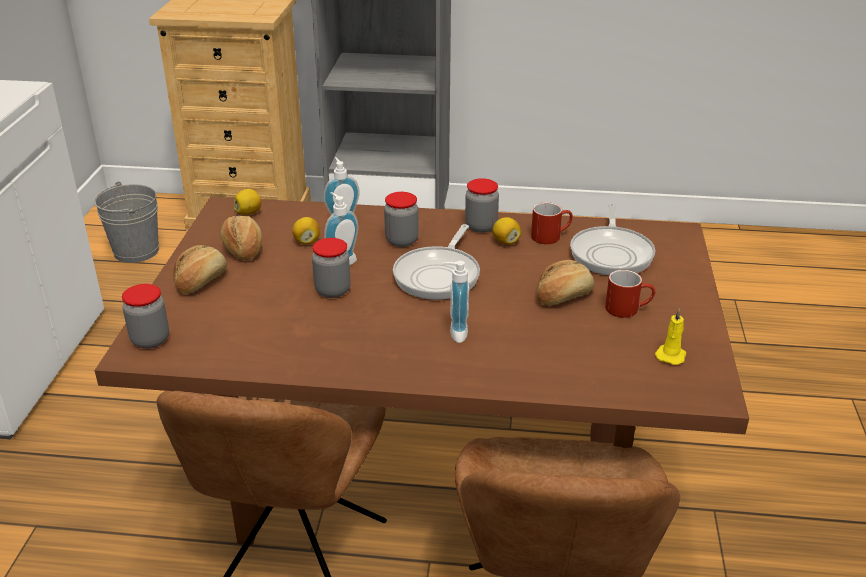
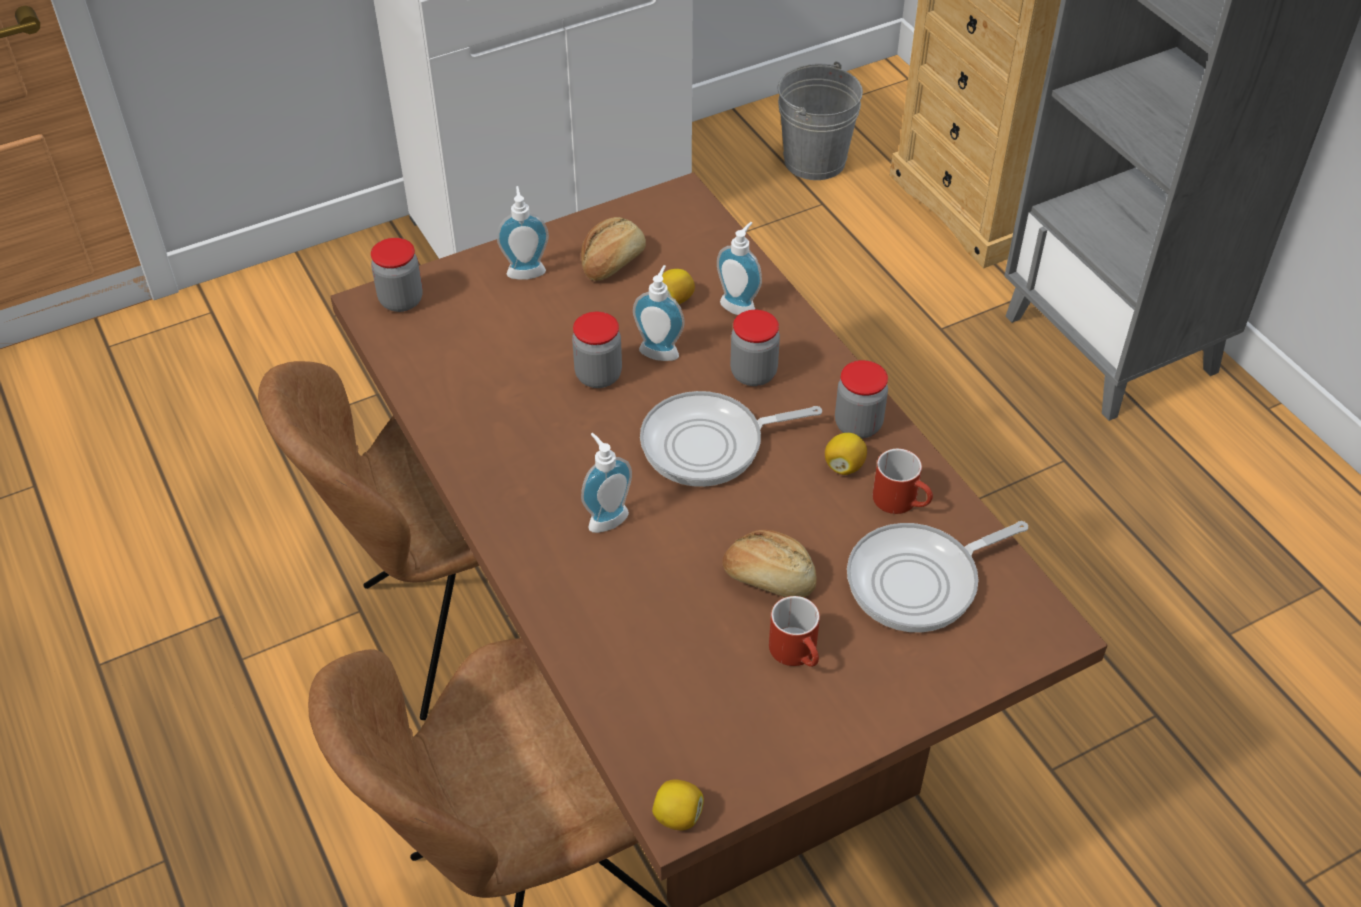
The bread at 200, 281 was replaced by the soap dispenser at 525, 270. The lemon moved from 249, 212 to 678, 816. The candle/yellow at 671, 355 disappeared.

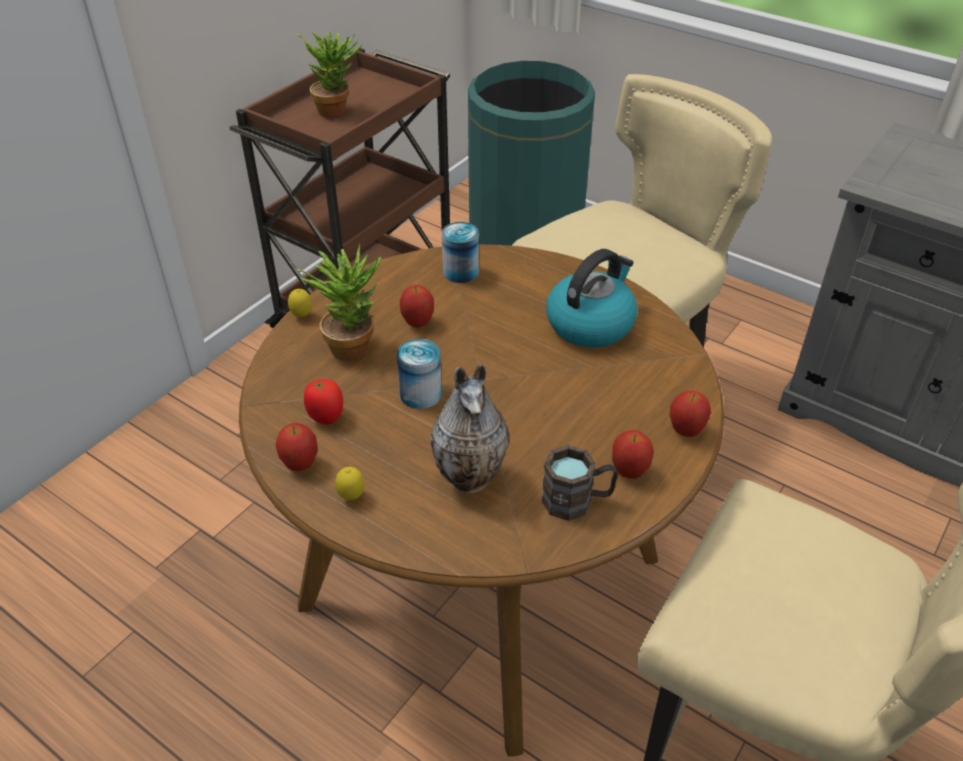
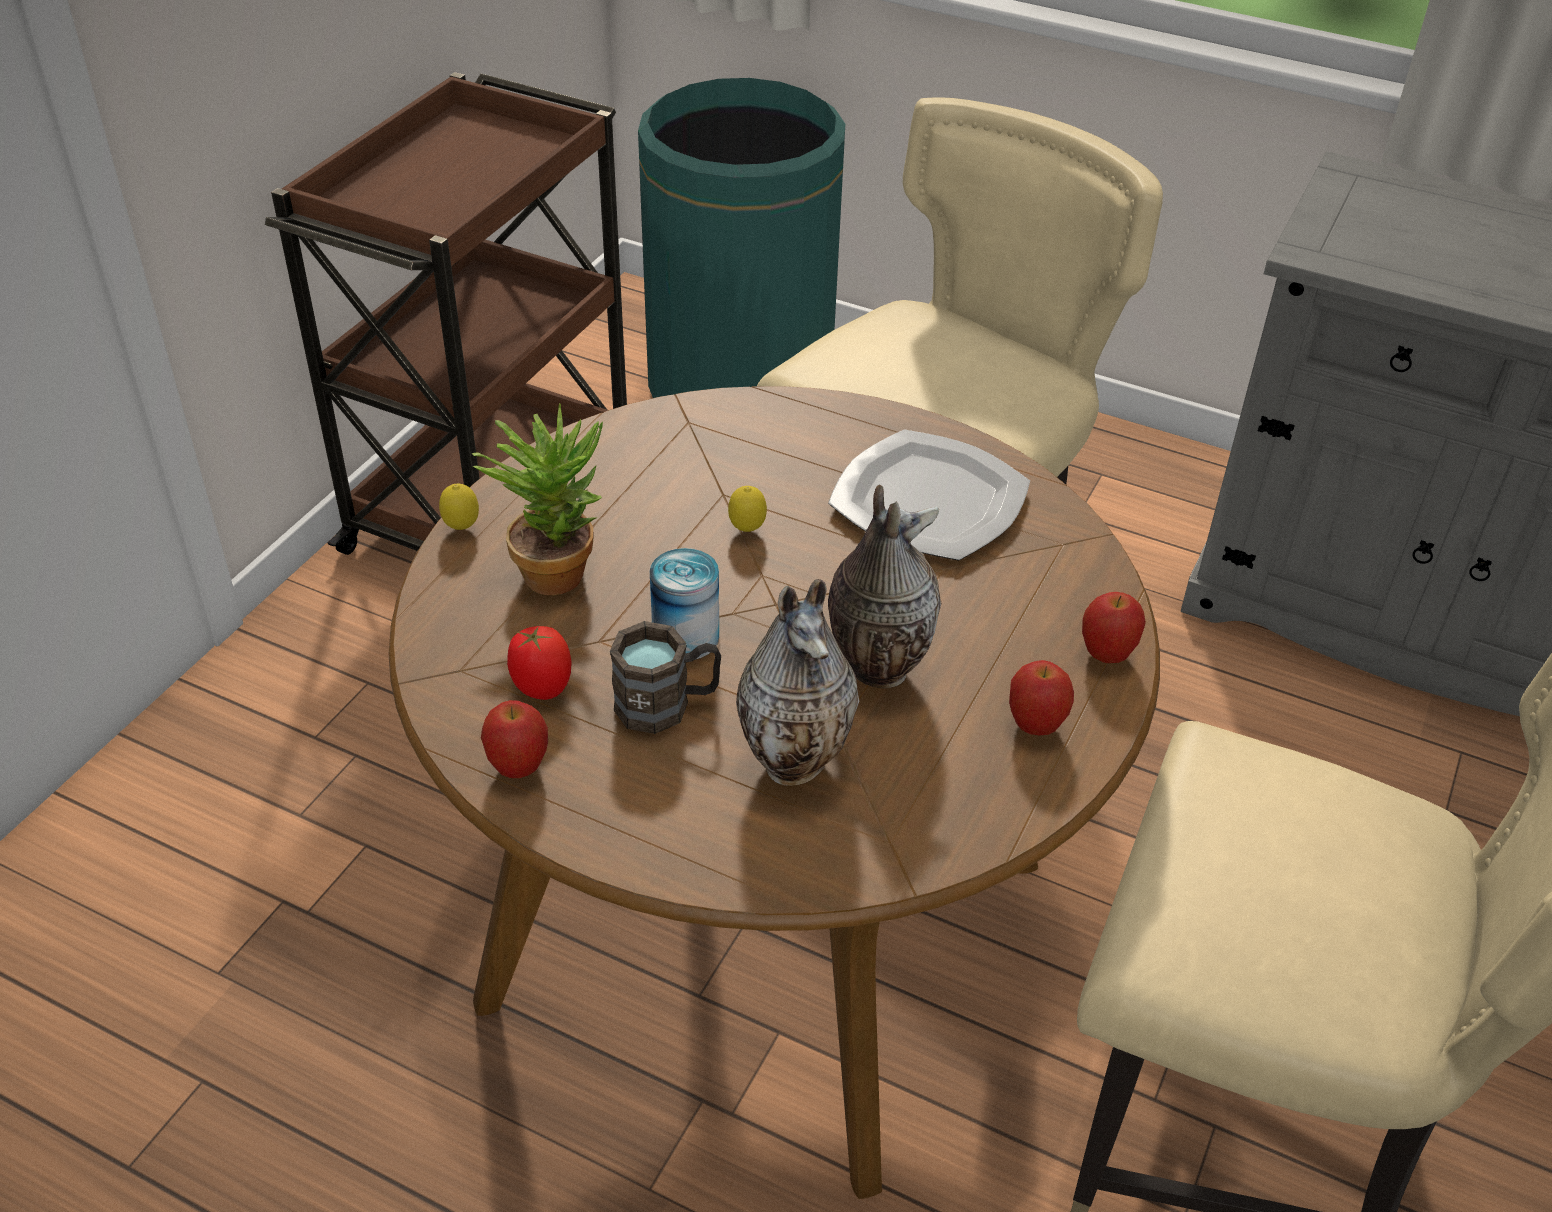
The potted plant at 336, 109 disappeared. The lemon moved from 351, 497 to 747, 530. The apple at 418, 323 disappeared. The can at 460, 272 disappeared. The mug/brown moved from 577, 500 to 667, 704. The kettle at 590, 323 was replaced by the plate at 927, 501. The vase at 874, 667 appeared.

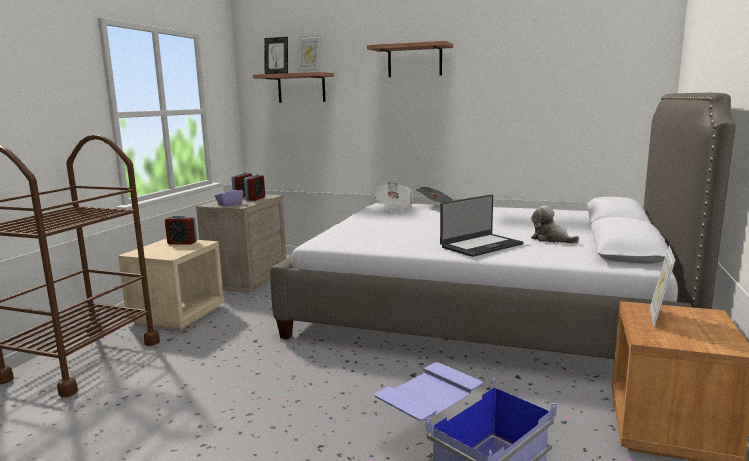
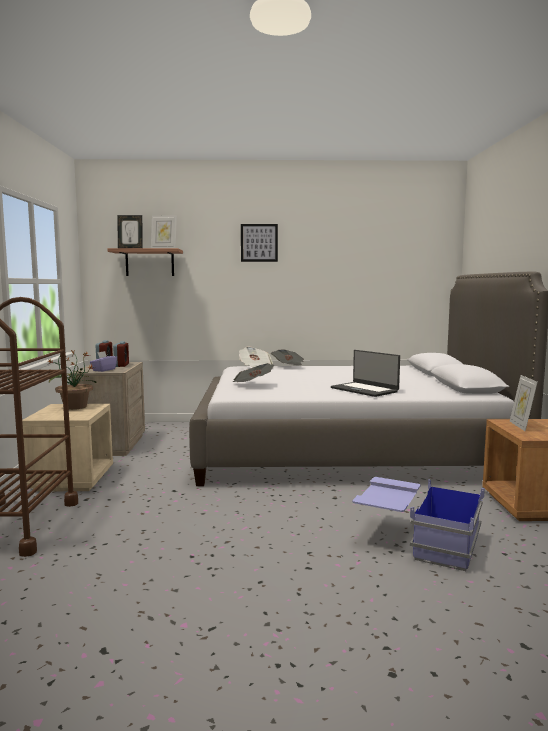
The alarm clock at 182, 243 was replaced by the potted plant at 74, 407. The shelf at 414, 61 was replaced by the picture at 259, 243. The laptop at 480, 245 turned 105 degrees clockwise. The plush toy at 551, 239 disappeared. The newspaper at 253, 384 appeared.

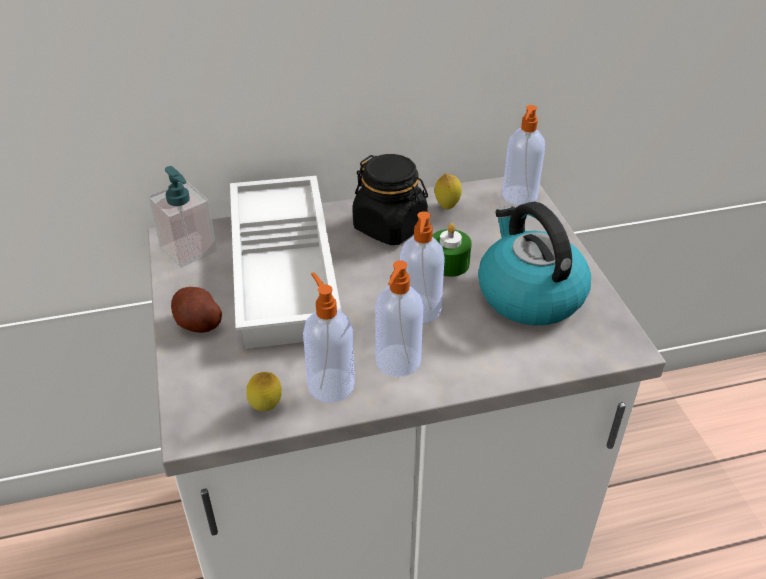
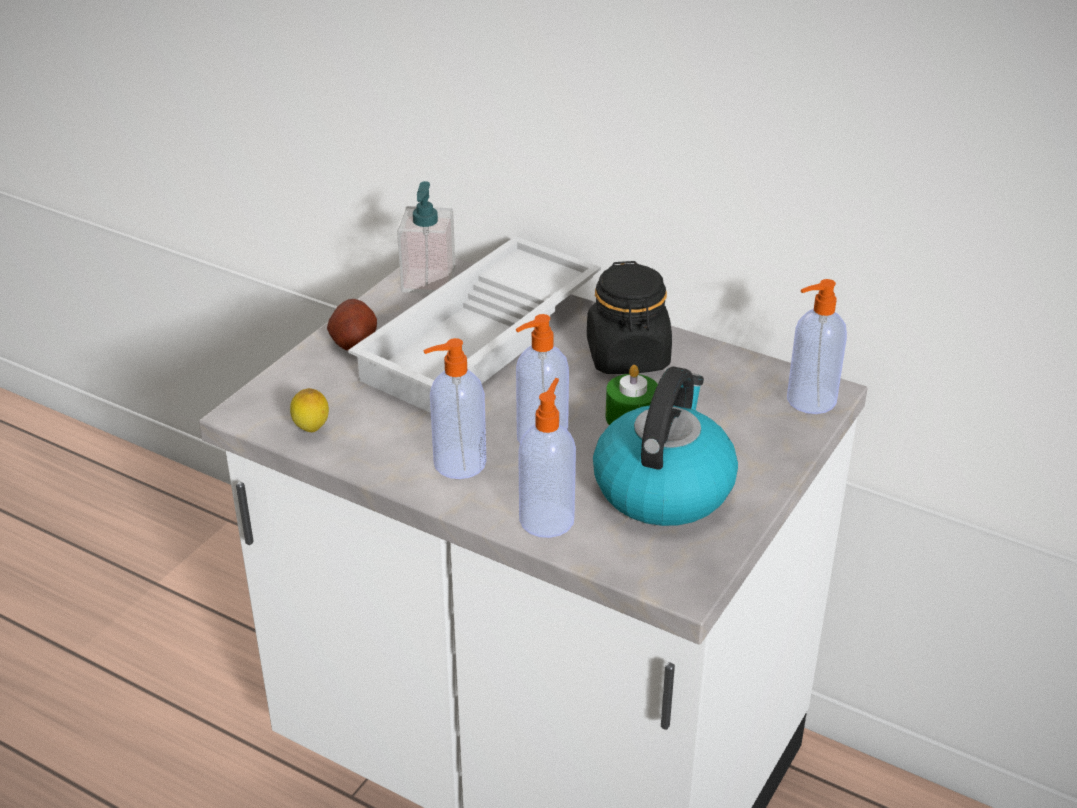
The soap dispenser moved from 330, 384 to 547, 518. The lemon at 447, 206 disappeared.

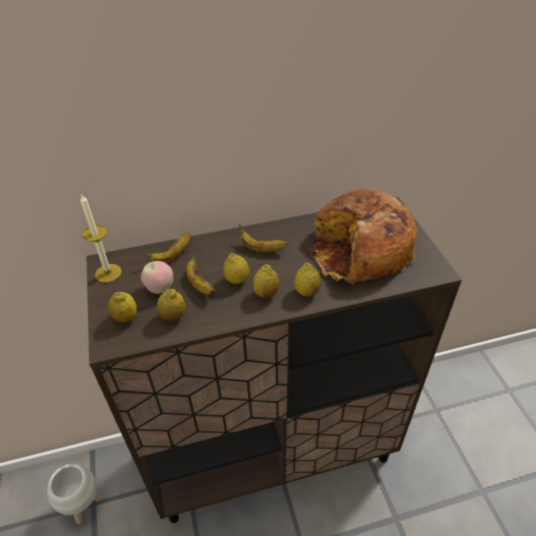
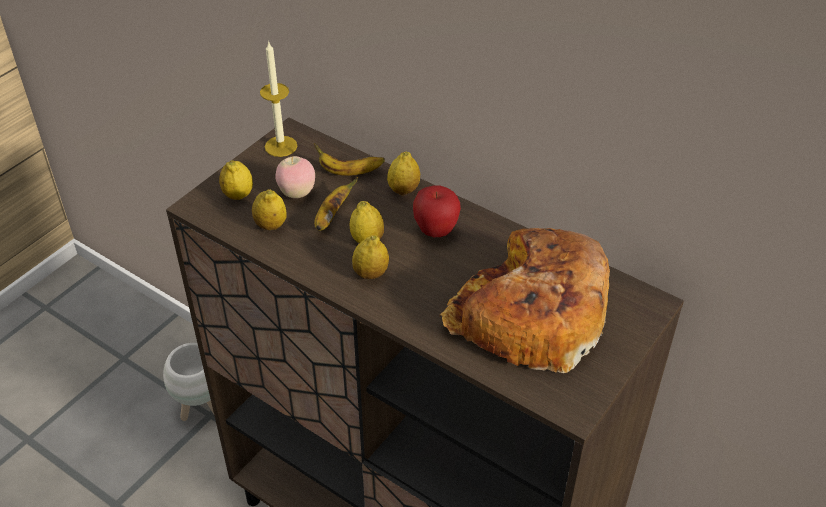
The banana at 261, 249 was replaced by the apple at 436, 231. The lemon moved from 306, 292 to 404, 190.

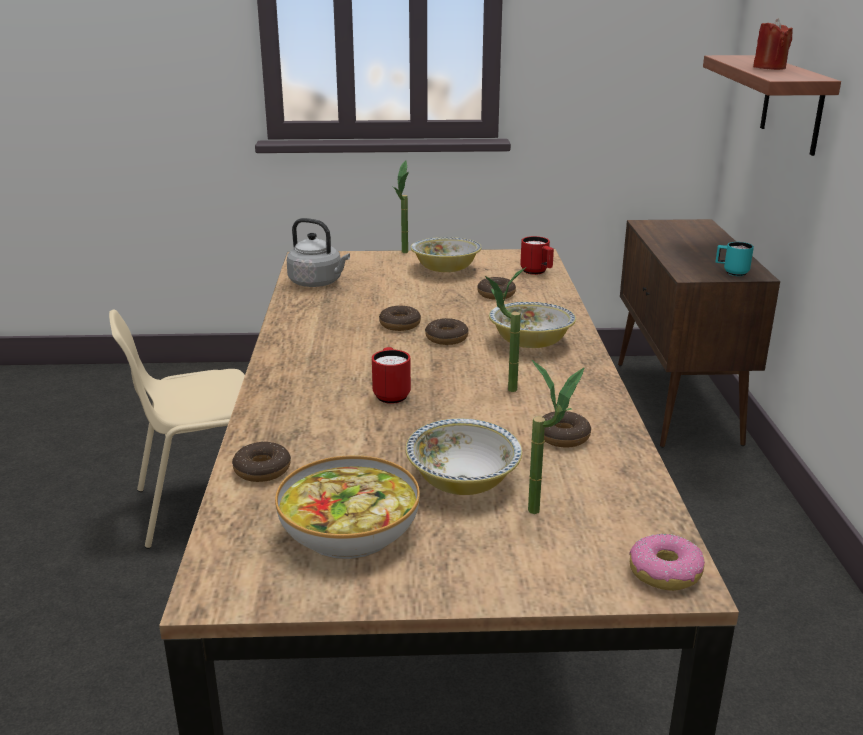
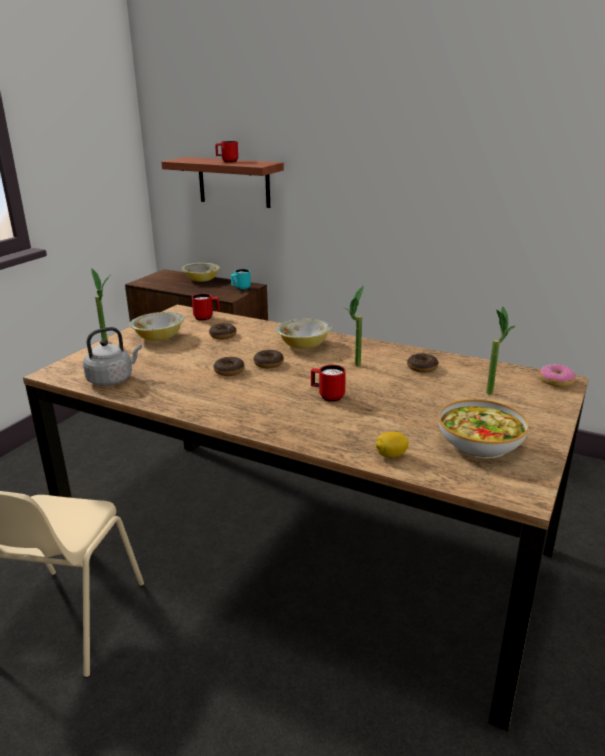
The donut at 262, 470 was replaced by the lemon at 390, 455. The bowl moved from 463, 481 to 202, 280. The candle/red at 769, 67 was replaced by the mug/red at 227, 161.

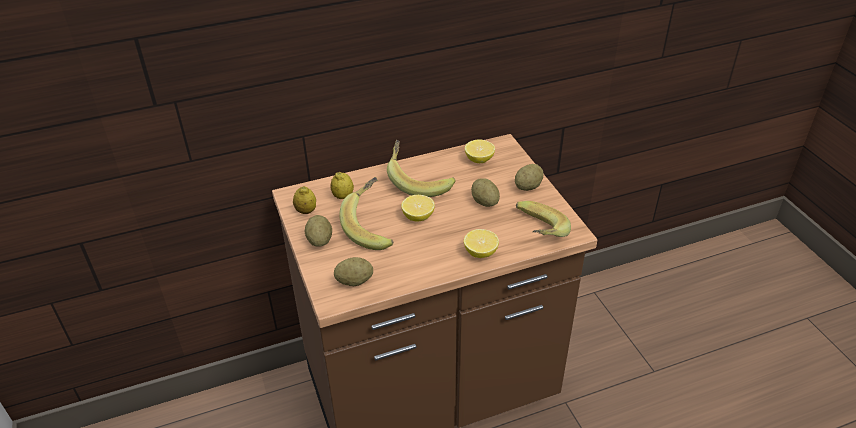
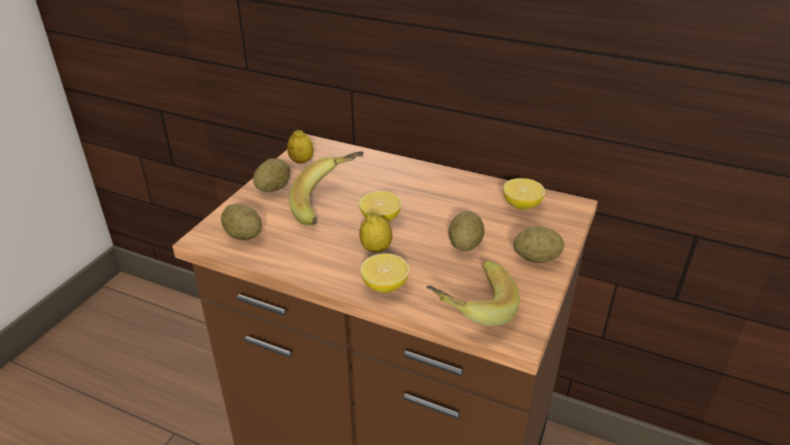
The lemon moved from 343, 196 to 376, 249. The banana at 419, 181 disappeared.

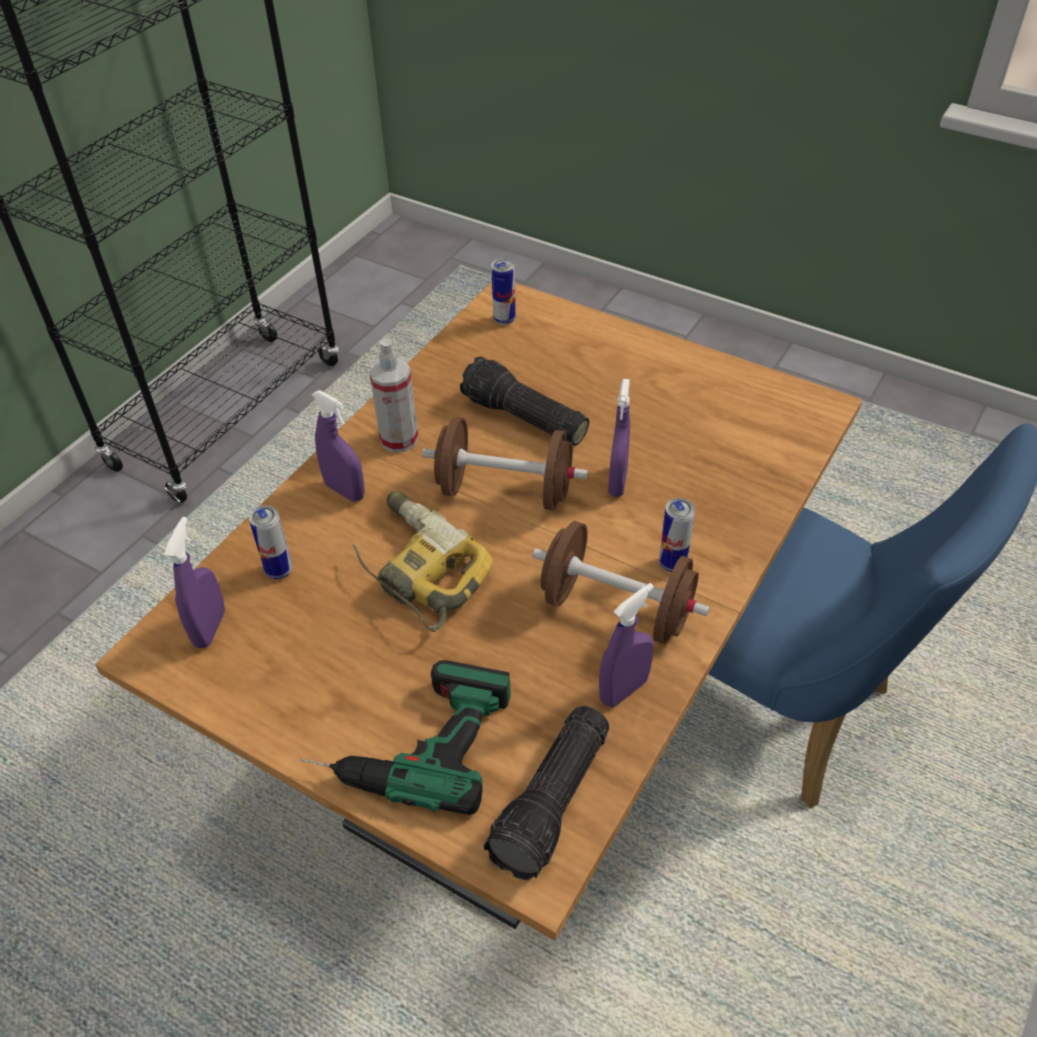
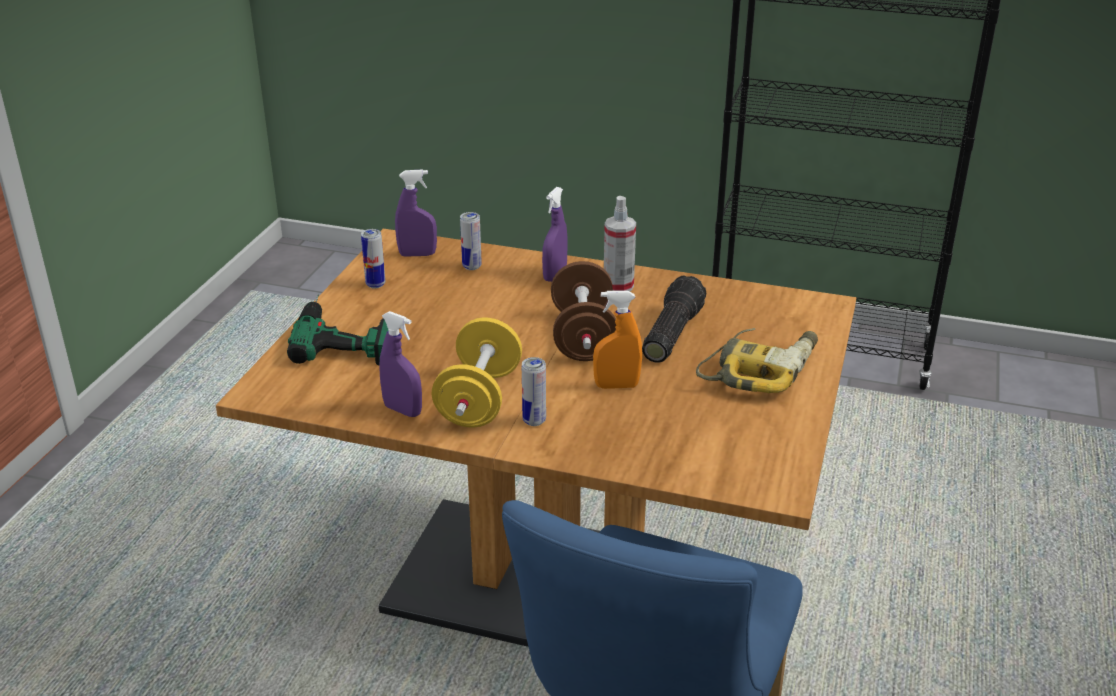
The power drill moved from 416, 569 to 759, 369. The flashlight at 554, 803 disappeared. The can moved from 504, 319 to 375, 284. The dumbbell/brown at 616, 608 became the dumbbell/yellow at 479, 399. The spray bottle/purple at 617, 482 became the spray bottle/orange at 616, 386.

